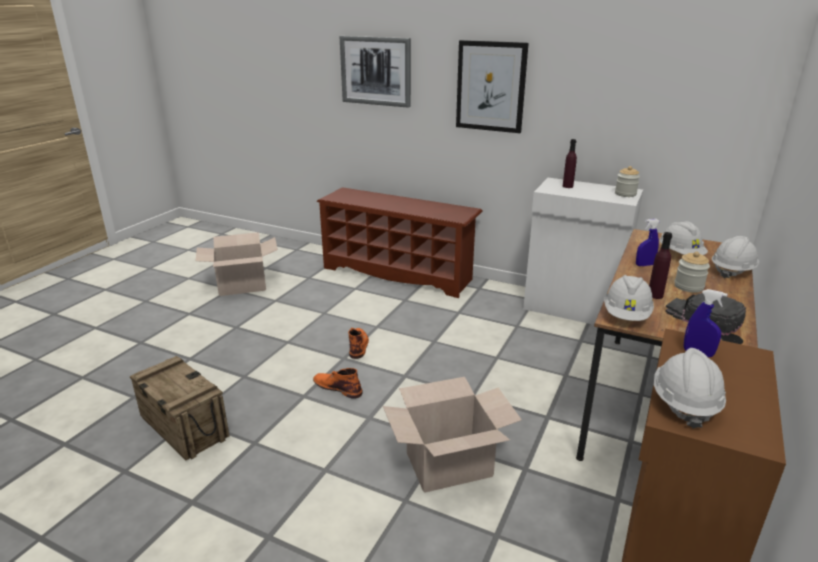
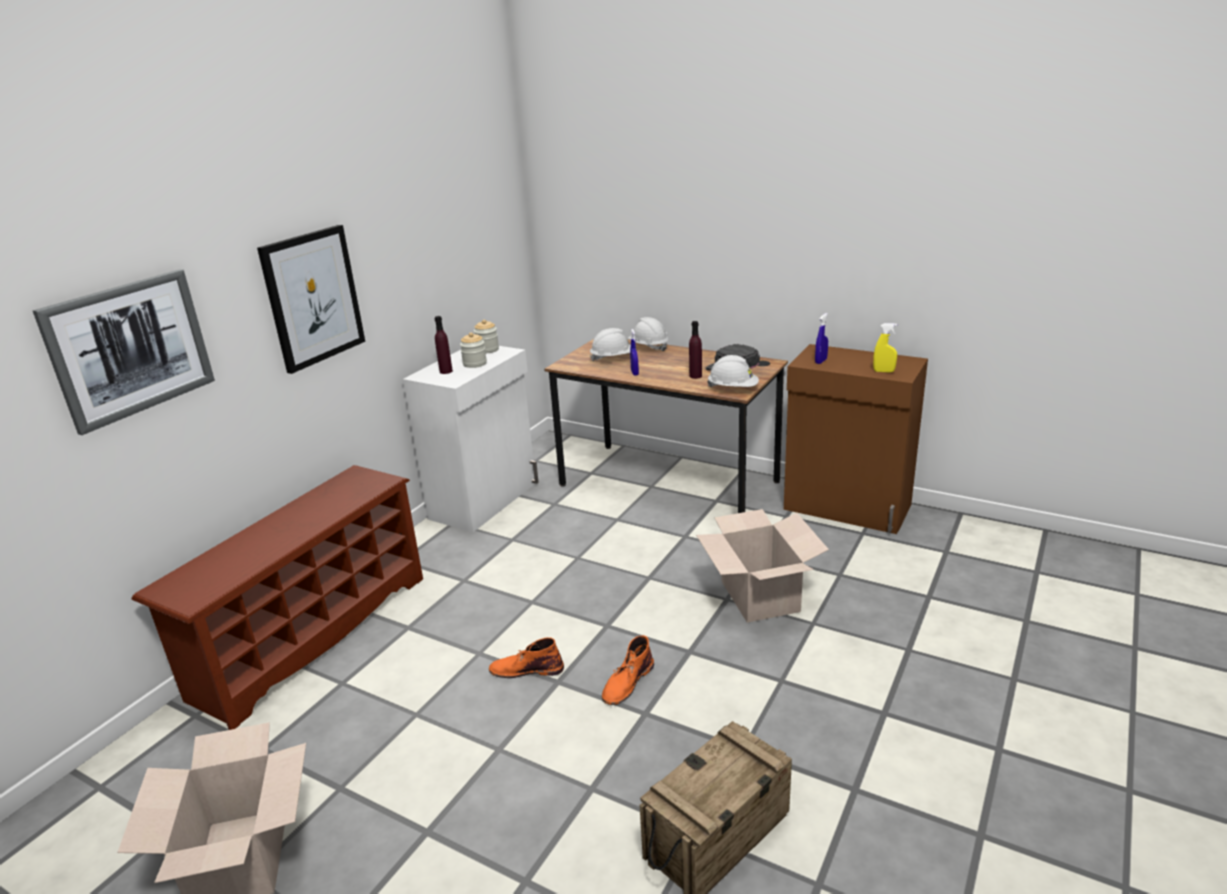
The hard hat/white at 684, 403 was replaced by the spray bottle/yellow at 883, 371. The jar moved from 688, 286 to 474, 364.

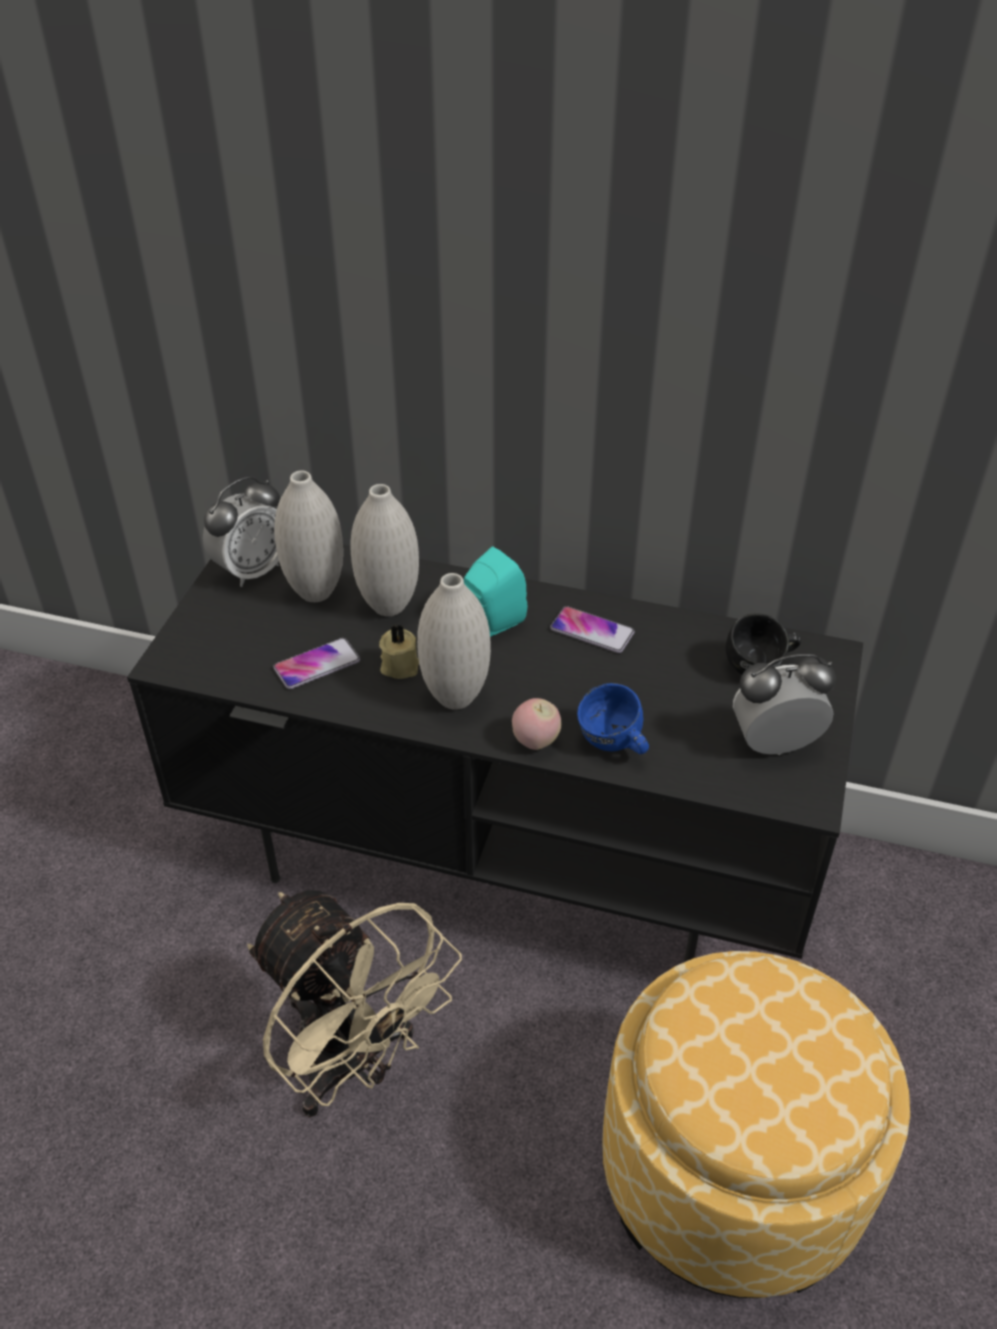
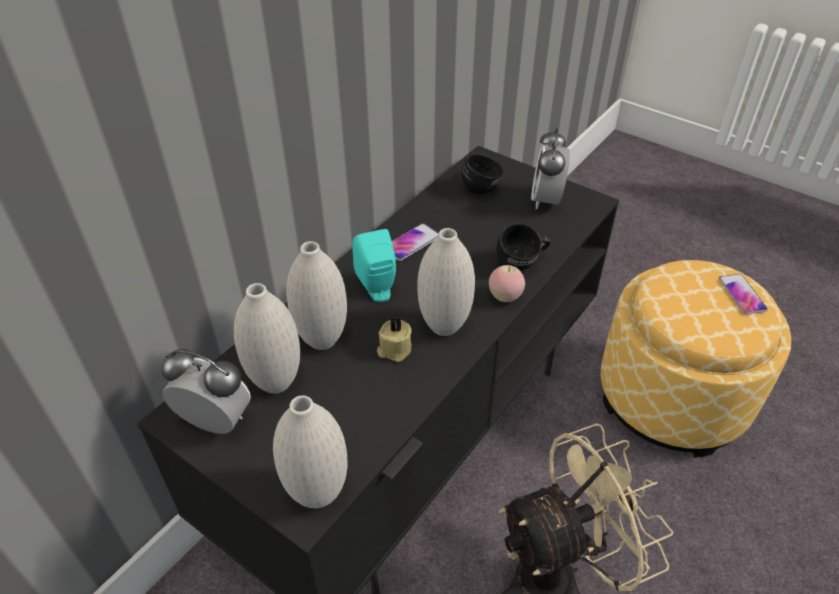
The alarm clock at 252, 570 turned 45 degrees counterclockwise. The phone moved from 317, 664 to 742, 294. The mug/blue at 613, 746 became the mug/black at 522, 263. The vase/white at 318, 494 appeared.

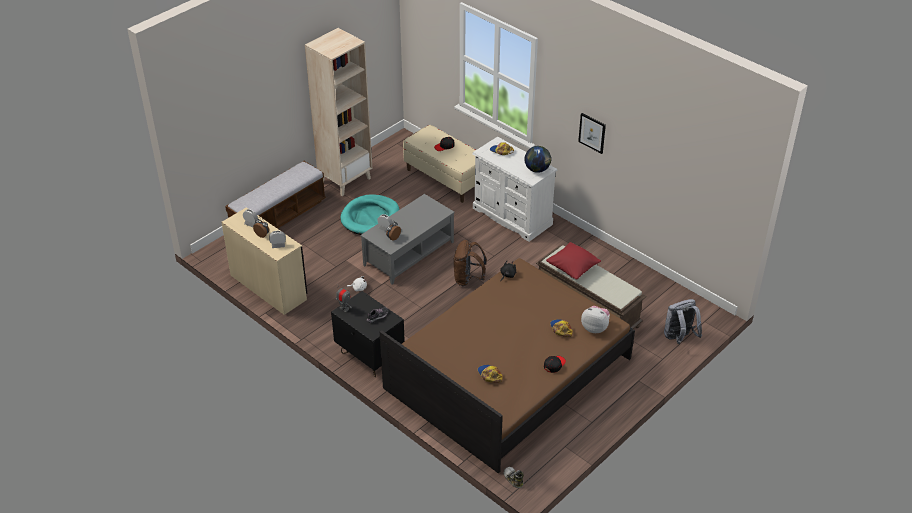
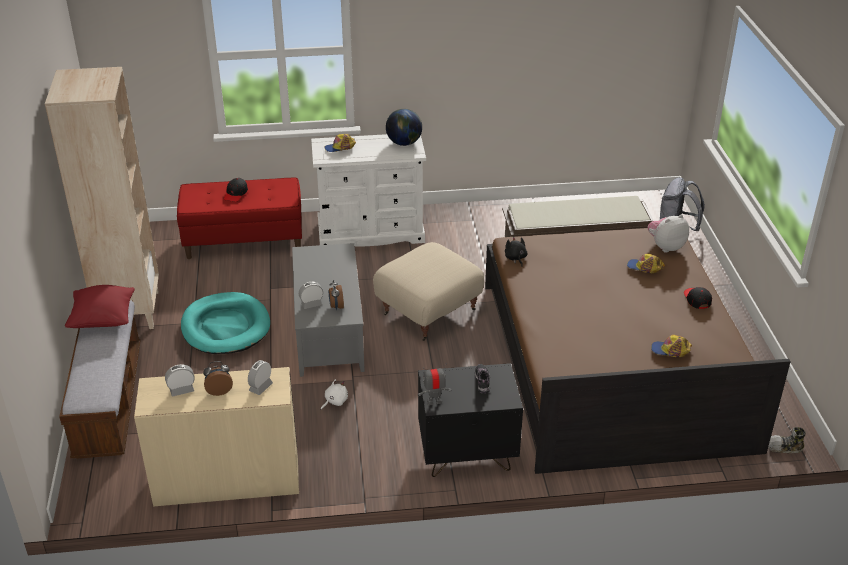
The bench/beige at 445, 178 became the bench/red at 244, 241. The backpack/brown at 468, 279 was replaced by the ottoman/beige at 429, 312. The pillow/red moved from 572, 269 to 103, 320. The picture at 592, 133 disappeared.

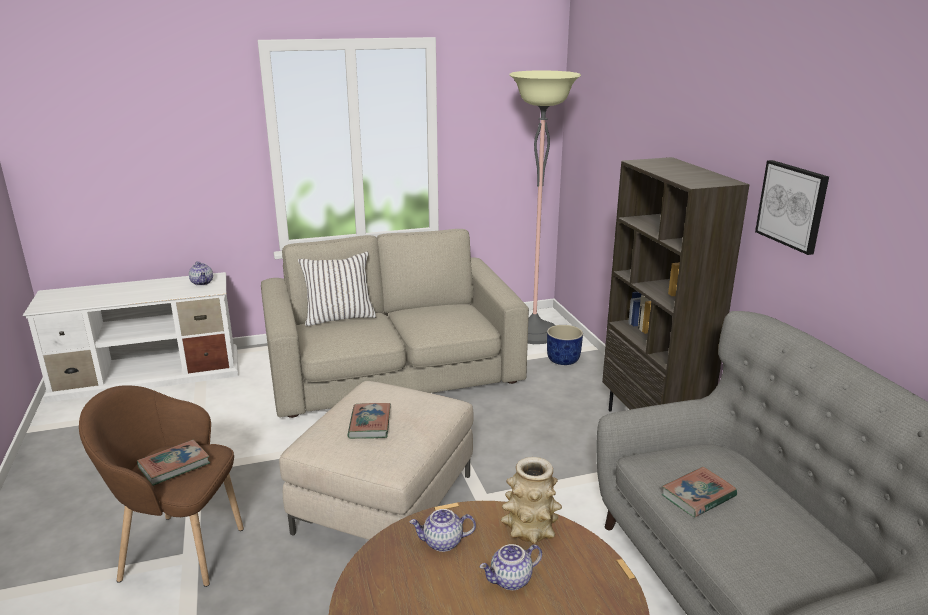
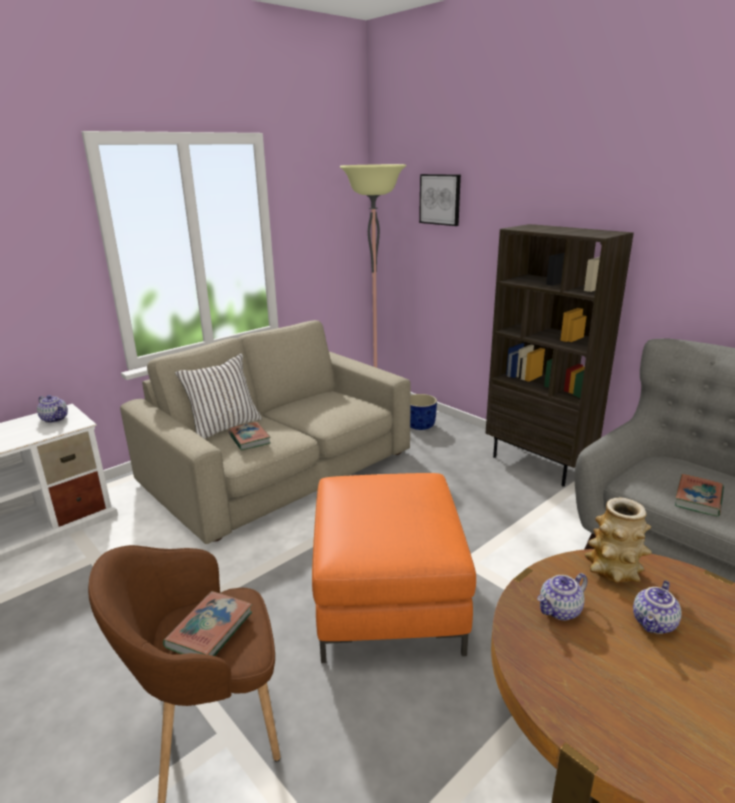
The ottoman/beige at 385, 503 became the ottoman/orange at 387, 596. The book moved from 370, 424 to 249, 439. The picture moved from 792, 205 to 440, 199.

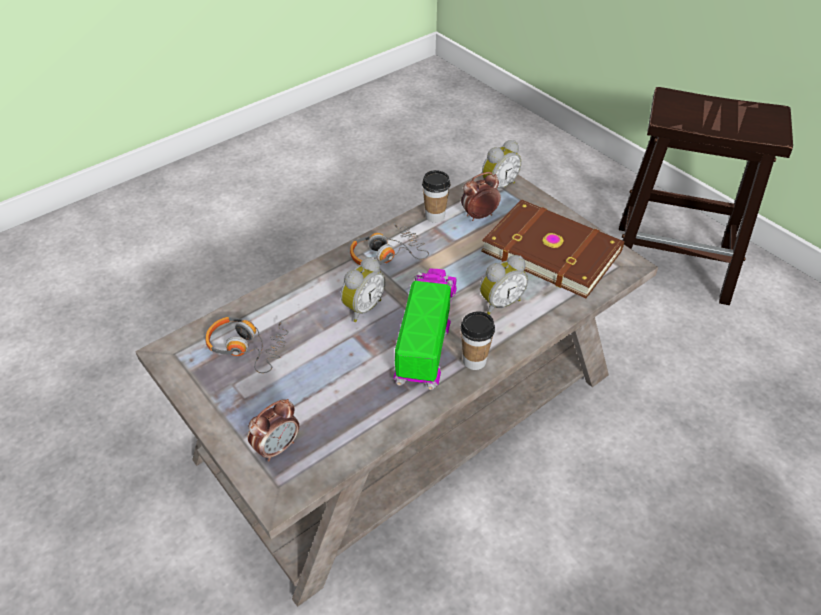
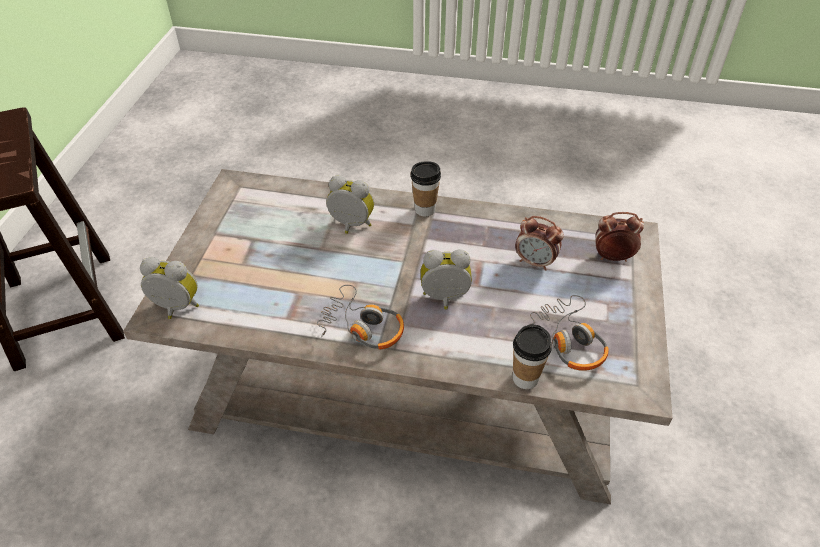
The toy truck at 426, 335 disappeared. The cup moved from 435, 216 to 525, 378. The alarm clock moved from 479, 216 to 535, 262. The book/brown at 551, 250 disappeared.

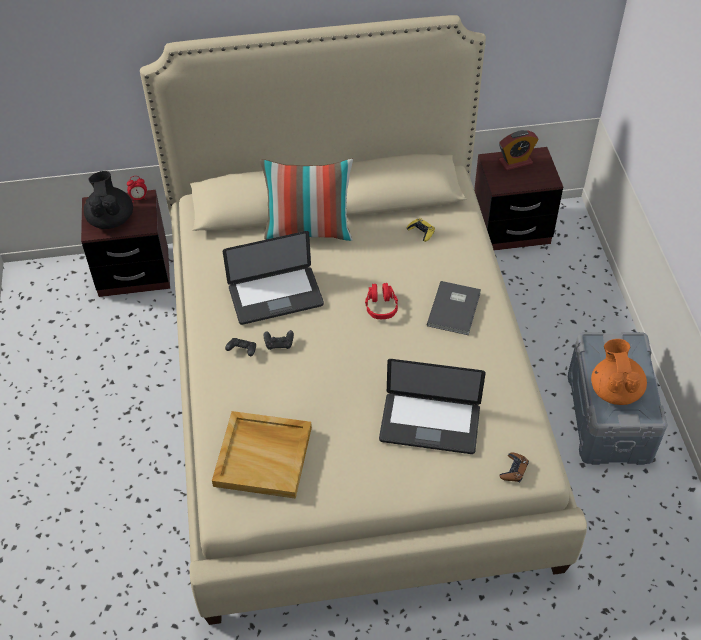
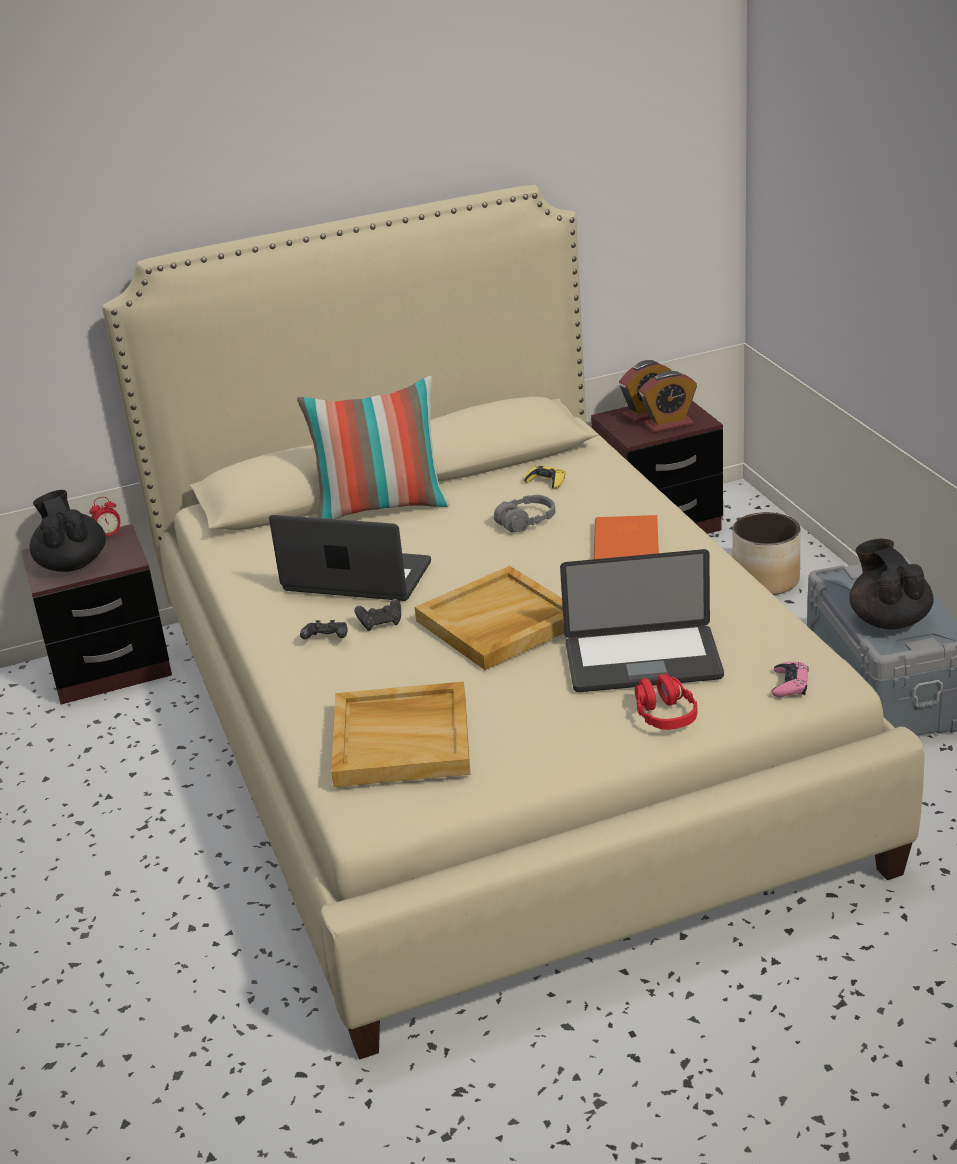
The laptop at 276, 296 turned 135 degrees counterclockwise. The headphones/red moved from 381, 306 to 665, 714. The book/grey at 455, 309 became the book/orange at 629, 544. The game controller/brown at 514, 470 became the game controller/pink at 790, 684. The teapot/orange at 615, 390 became the teapot/black at 888, 619. The tray/beige at 498, 623 appeared. The headphones/grey at 525, 522 appeared. The alarm clock at 668, 424 appeared. The planter at 766, 580 appeared.

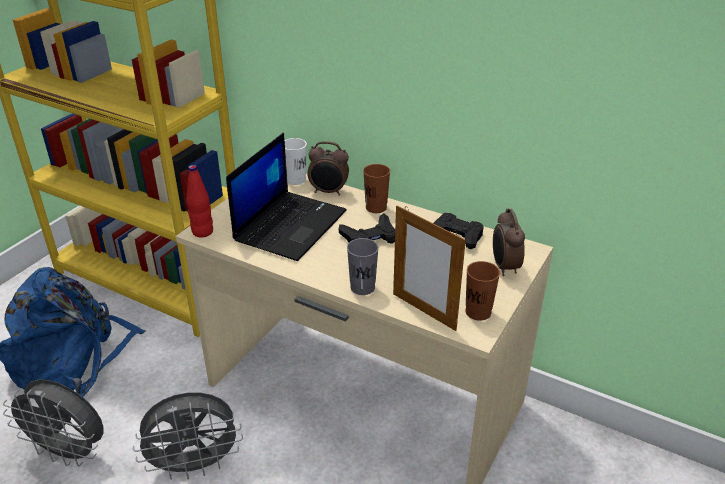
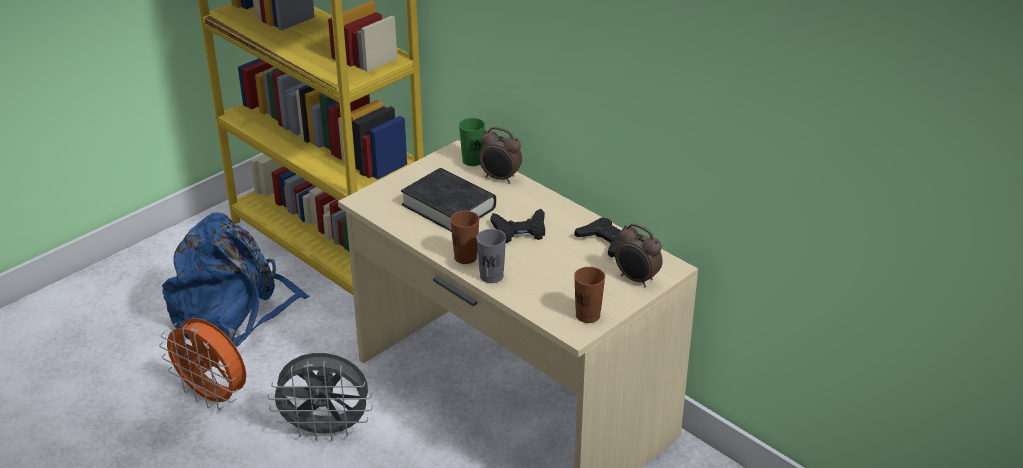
The fan/grey at 70, 452 became the fan/orange at 213, 397. The bottle/red at 202, 232 disappeared. The laptop at 290, 225 was replaced by the book/black at 448, 206. The cup/white at 296, 180 became the cup/green at 472, 160. The cup/brown moved from 376, 207 to 465, 257. The picture frame at 424, 311 disappeared. The alarm clock at 504, 267 turned 60 degrees counterclockwise.

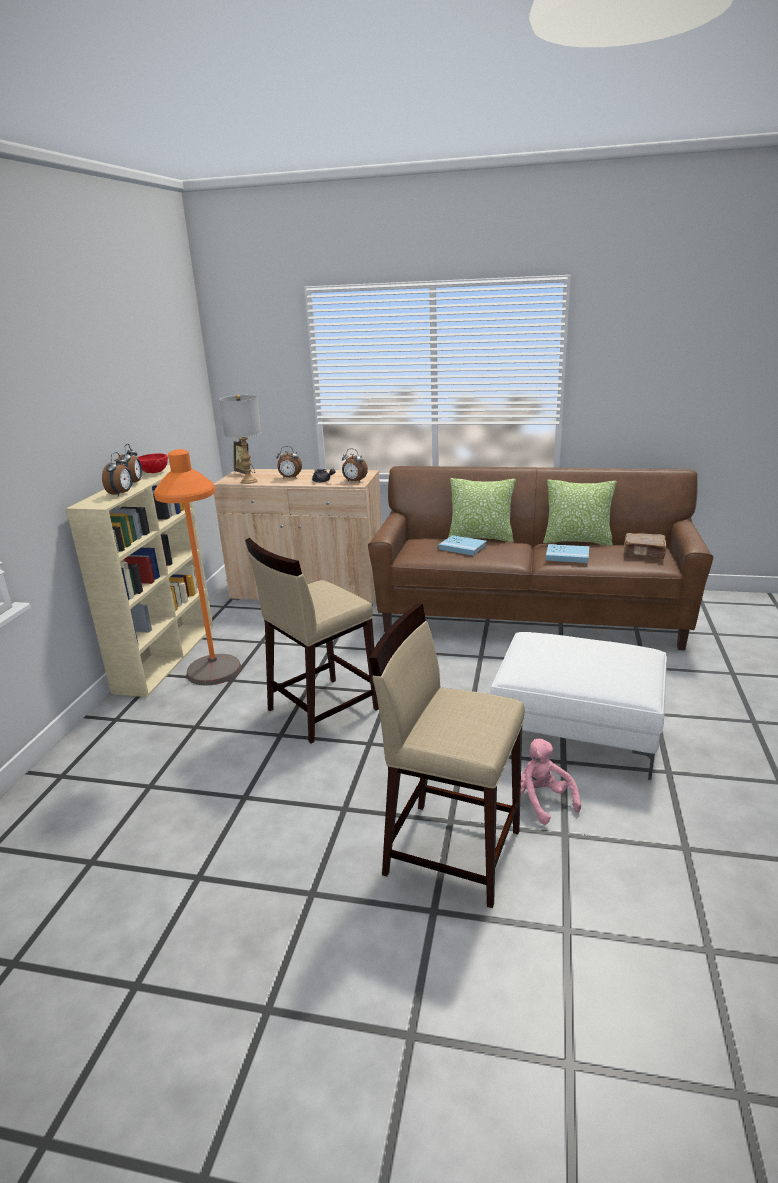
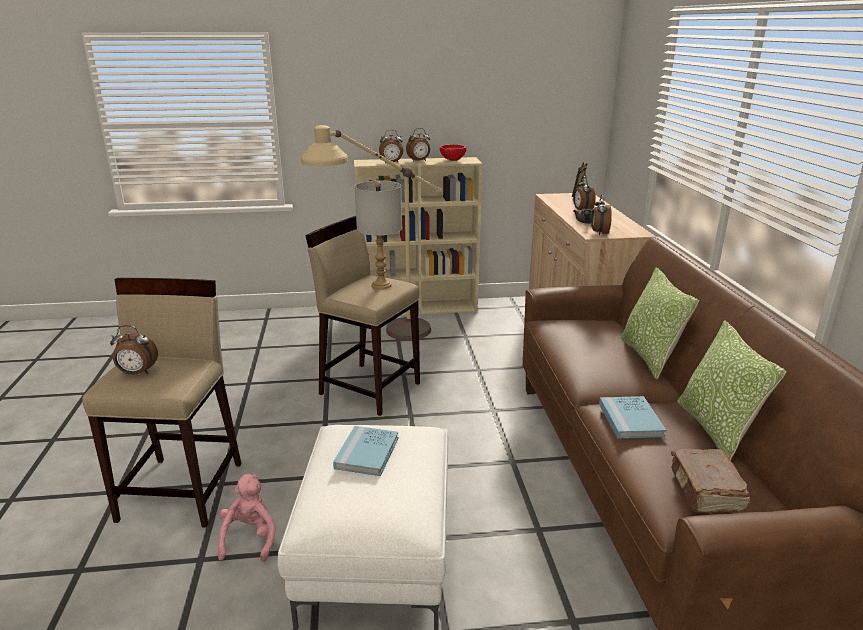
The floor lamp/orange at 217, 690 became the floor lamp/beige at 381, 338. The table lamp/grey moved from 248, 481 to 381, 285. The book/blue moved from 462, 547 to 367, 453. The plush toy/pink at 542, 801 turned 45 degrees counterclockwise. The alarm clock at 137, 373 appeared.

